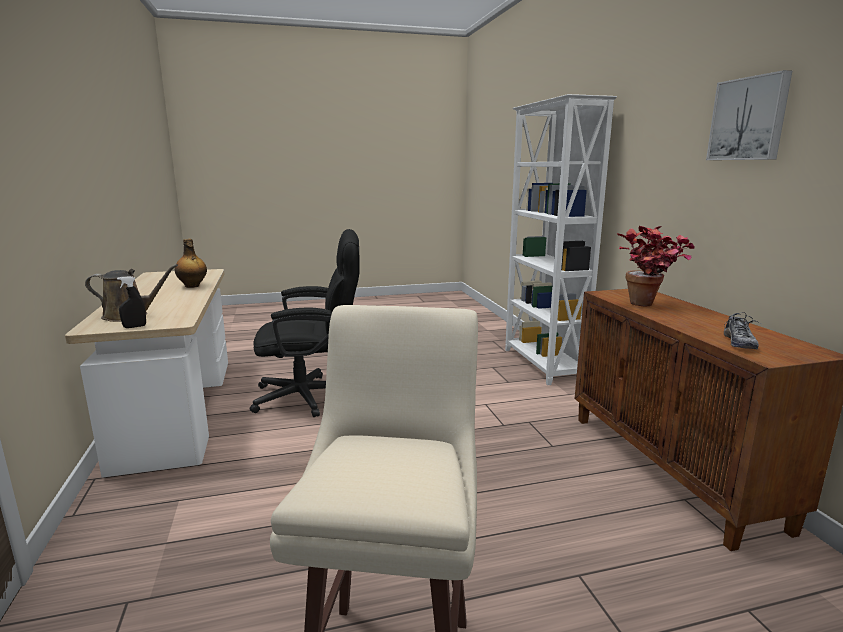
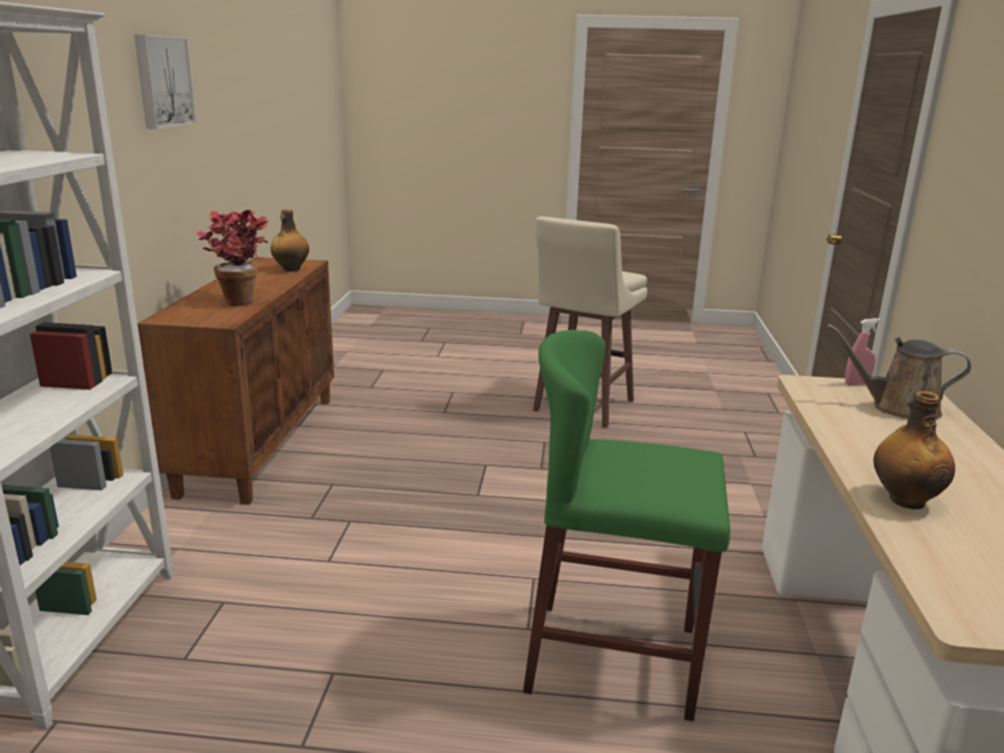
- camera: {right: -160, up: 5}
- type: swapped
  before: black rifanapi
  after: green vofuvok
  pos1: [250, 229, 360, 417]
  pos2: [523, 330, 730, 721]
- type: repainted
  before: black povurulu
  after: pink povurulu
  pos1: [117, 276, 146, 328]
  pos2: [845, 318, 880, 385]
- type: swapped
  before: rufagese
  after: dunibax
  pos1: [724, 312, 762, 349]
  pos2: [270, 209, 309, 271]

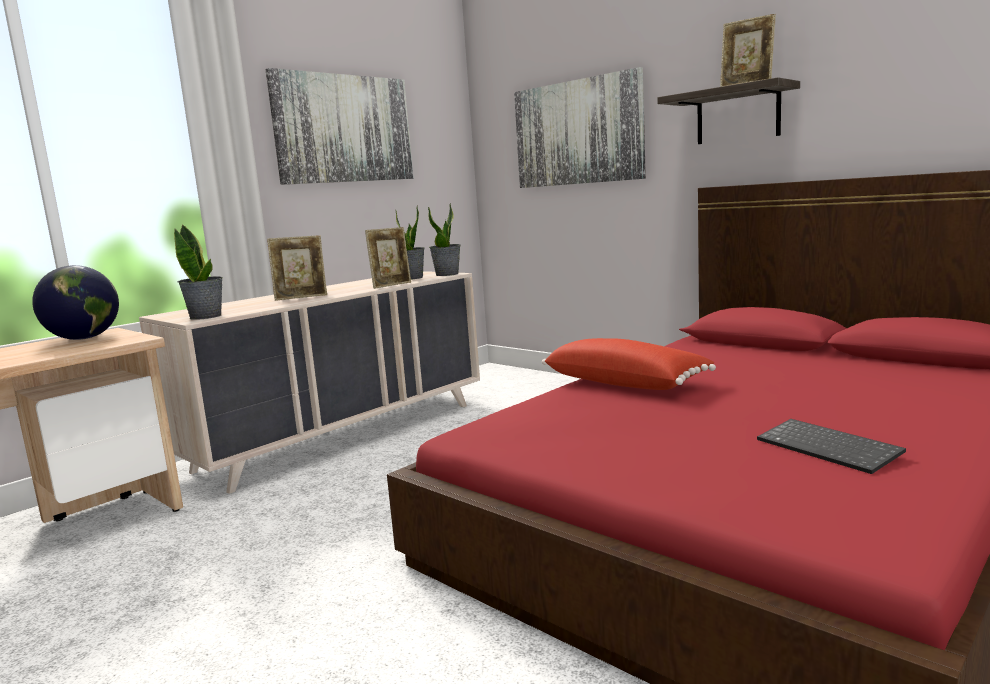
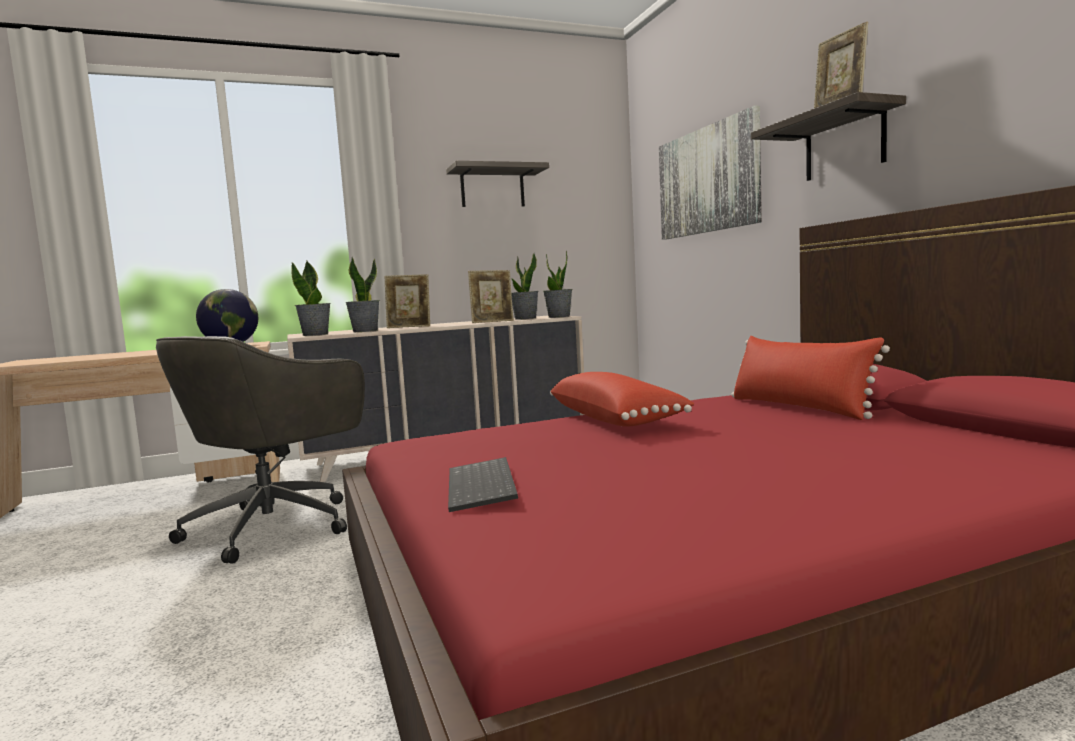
- camera: {right: 25, up: -5}
- type: swapped
  before: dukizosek
  after: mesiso
  pos1: [265, 68, 413, 185]
  pos2: [446, 161, 549, 207]
- type: shifted
  before: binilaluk
  pos1: [757, 419, 906, 474]
  pos2: [448, 457, 518, 512]
- type: new
  after: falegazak
  pos2: [345, 257, 380, 332]
- type: new
  after: grey rifanapi
  pos2: [156, 336, 365, 564]
- type: new
  after: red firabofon
  pos2: [731, 336, 890, 420]

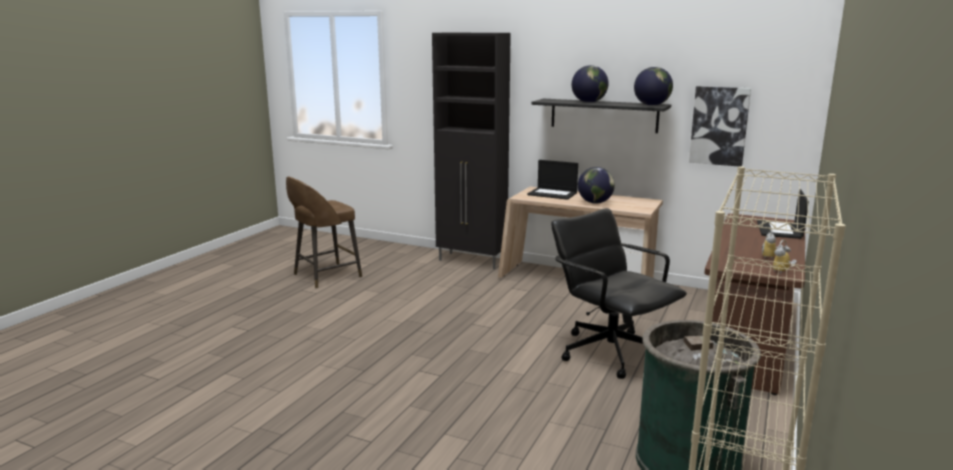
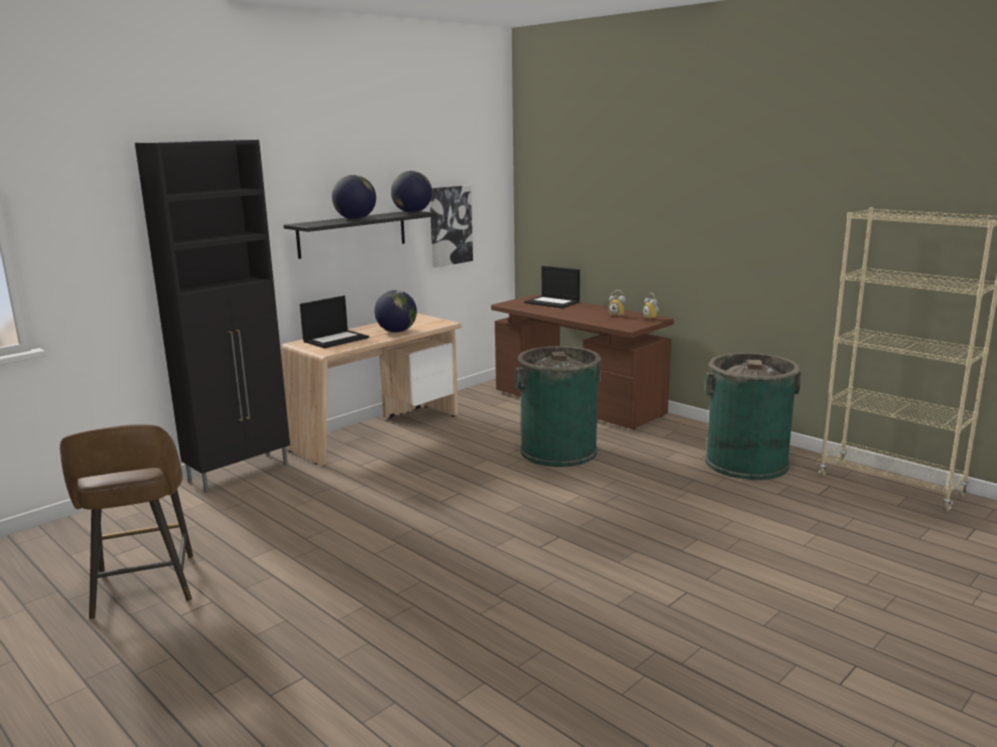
- camera: {right: -70, up: 0}
- type: swapped
  before: black rifanapi
  after: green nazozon
  pos1: [551, 208, 687, 379]
  pos2: [516, 346, 601, 467]

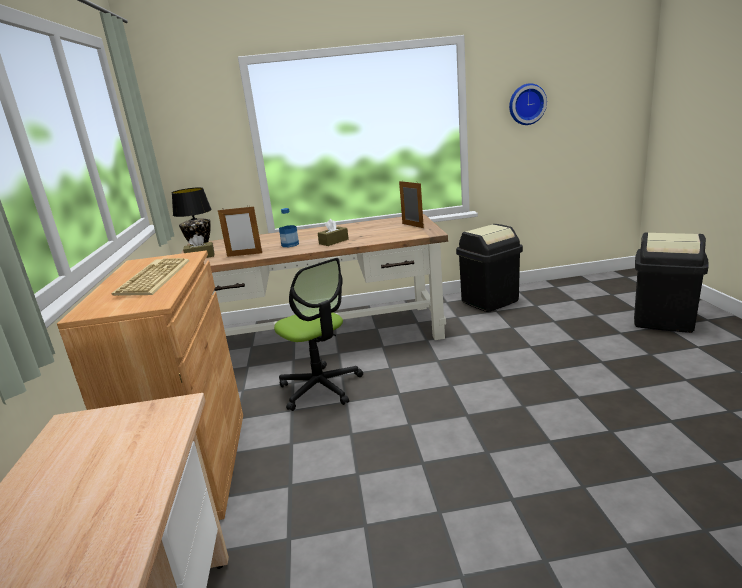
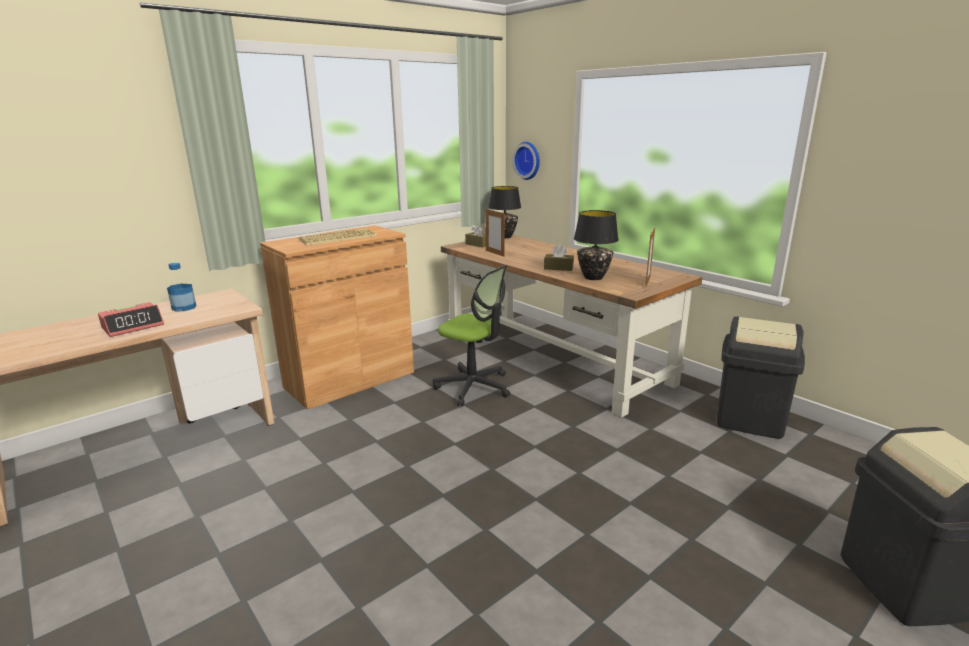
- camera: {right: 55, up: 0}
- type: shifted
  before: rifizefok
  pos1: [509, 83, 547, 125]
  pos2: [512, 142, 540, 180]
- type: shifted
  before: dunibax
  pos1: [279, 208, 299, 247]
  pos2: [167, 263, 197, 312]
- type: rotated
  before: rifanapi
  pos1: [274, 258, 363, 411]
  pos2: [433, 265, 510, 406]
  turn: -75
- type: new
  after: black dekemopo
  pos2: [574, 210, 619, 280]
- type: new
  after: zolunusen
  pos2: [98, 302, 164, 337]

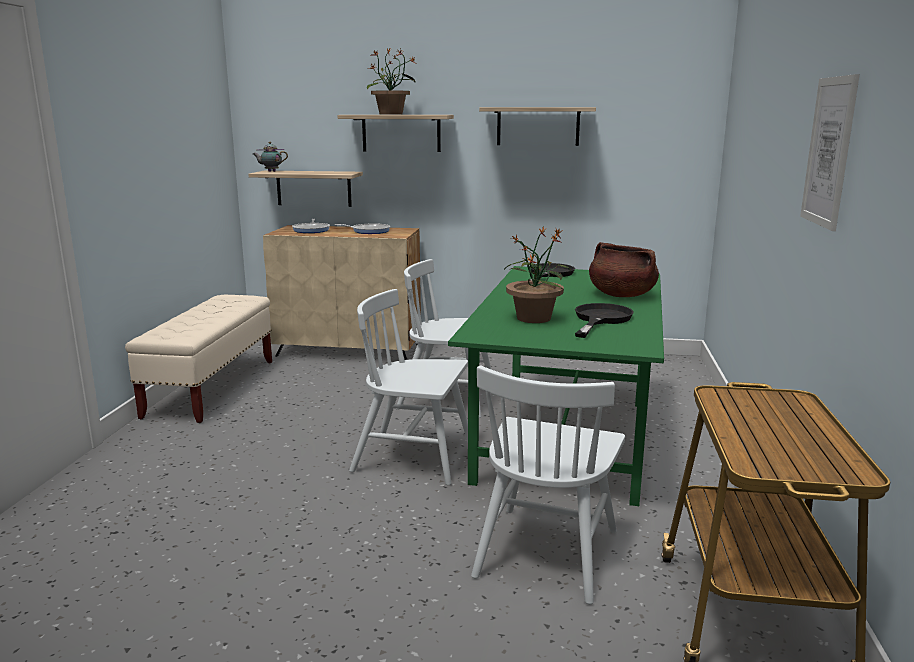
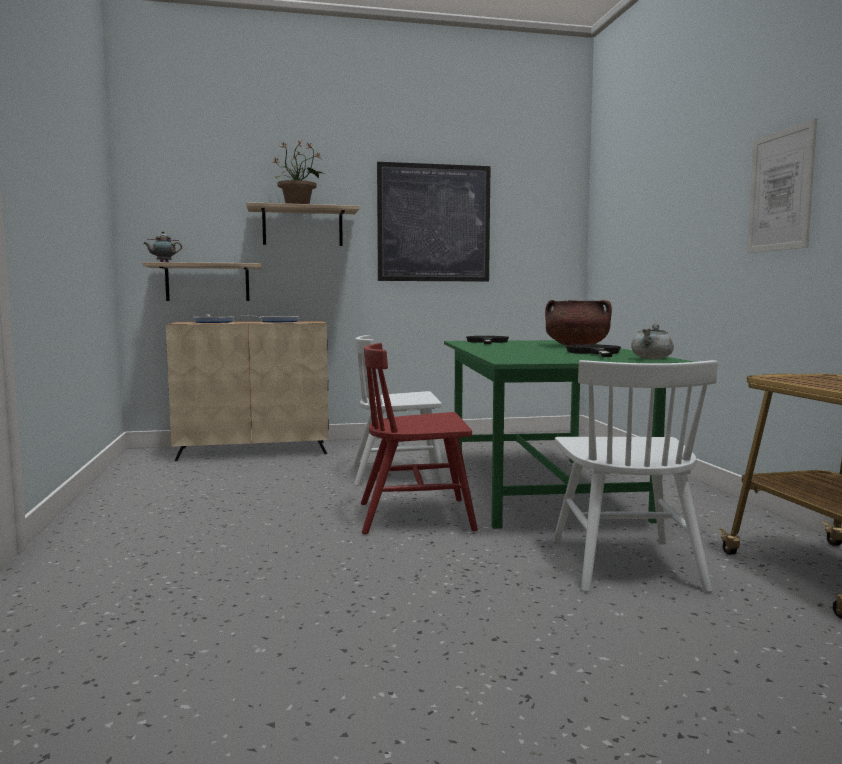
- camera: {right: -20, up: -10}
- type: swapped
  before: mesiso
  after: dukizosek
  pos1: [479, 107, 596, 146]
  pos2: [377, 162, 491, 282]
- type: gone
  before: falegazak
  pos1: [505, 226, 571, 323]
- type: repainted
  before: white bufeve
  after: red bufeve
  pos1: [349, 289, 468, 485]
  pos2: [361, 343, 478, 534]
- type: gone
  before: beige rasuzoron
  pos1: [125, 295, 272, 423]
- type: new
  after: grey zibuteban
  pos2: [631, 323, 674, 359]

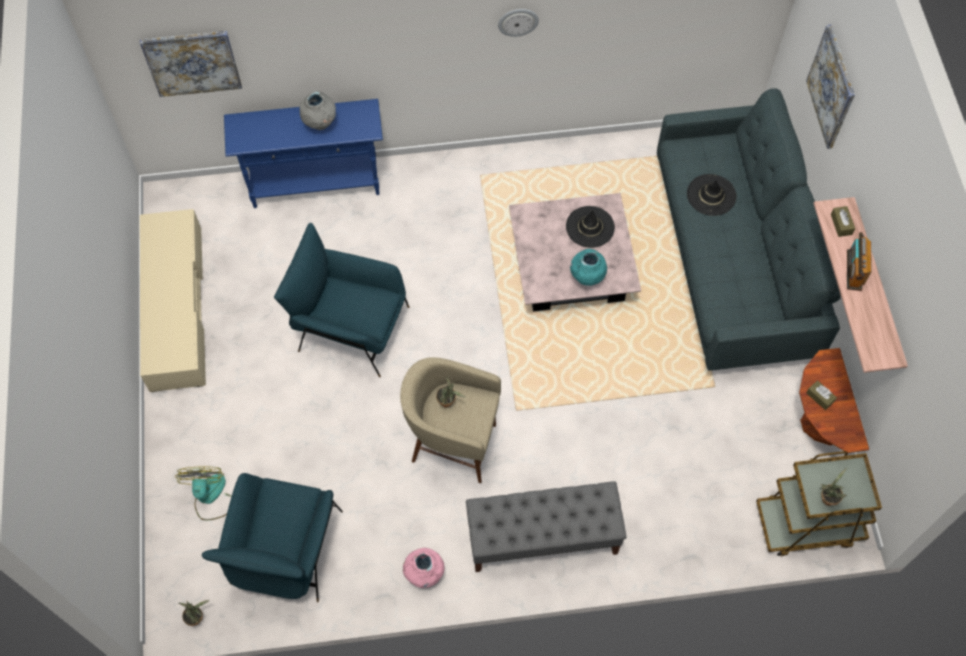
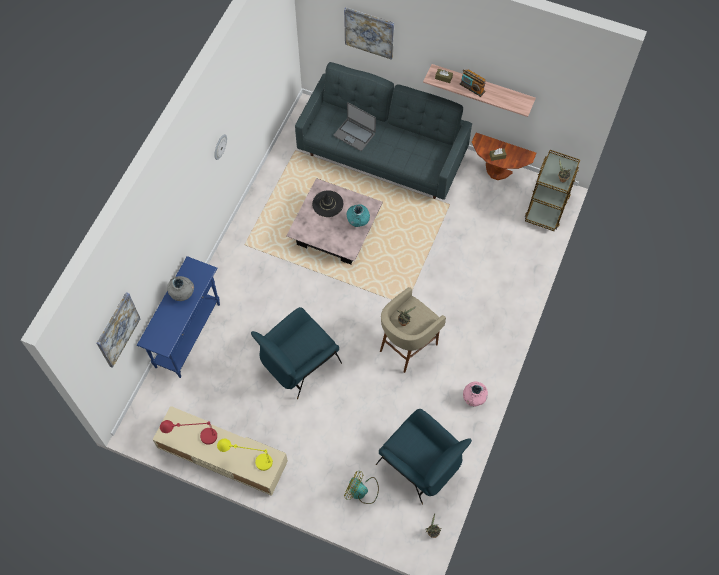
- camera: {right: -60, up: 0}
- type: swapped
  before: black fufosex
  after: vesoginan
  pos1: [687, 174, 737, 216]
  pos2: [334, 102, 376, 151]
- type: gone
  before: grey rasuzoron
  pos1: [466, 481, 627, 572]
- type: new
  after: red dekemopo
  pos2: [160, 420, 217, 445]
- type: new
  after: yellow dekemopo
  pos2: [217, 439, 273, 471]

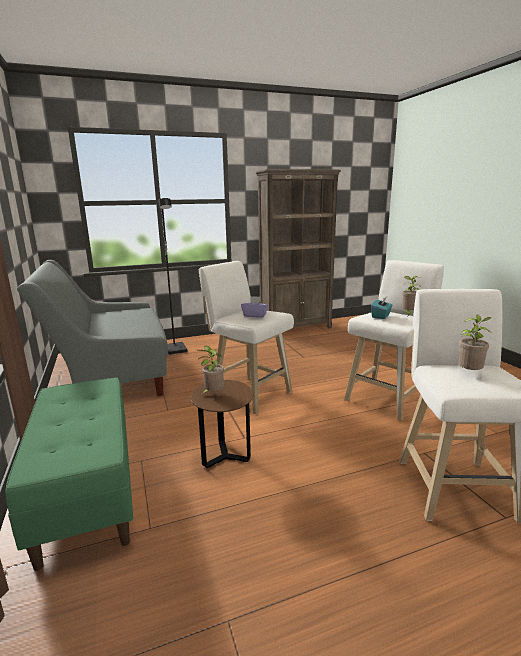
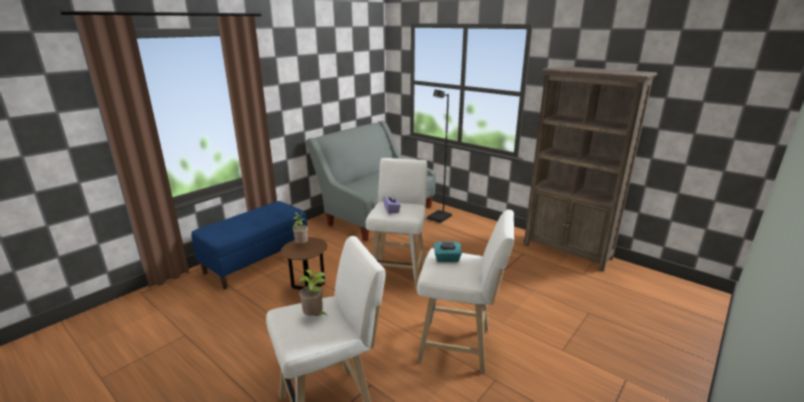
- camera: {right: 60, up: 5}
- type: gone
  before: falegazak
  pos1: [402, 276, 421, 316]
- type: repainted
  before: green rasuzoron
  after: blue rasuzoron
  pos1: [5, 377, 133, 571]
  pos2: [191, 201, 307, 289]

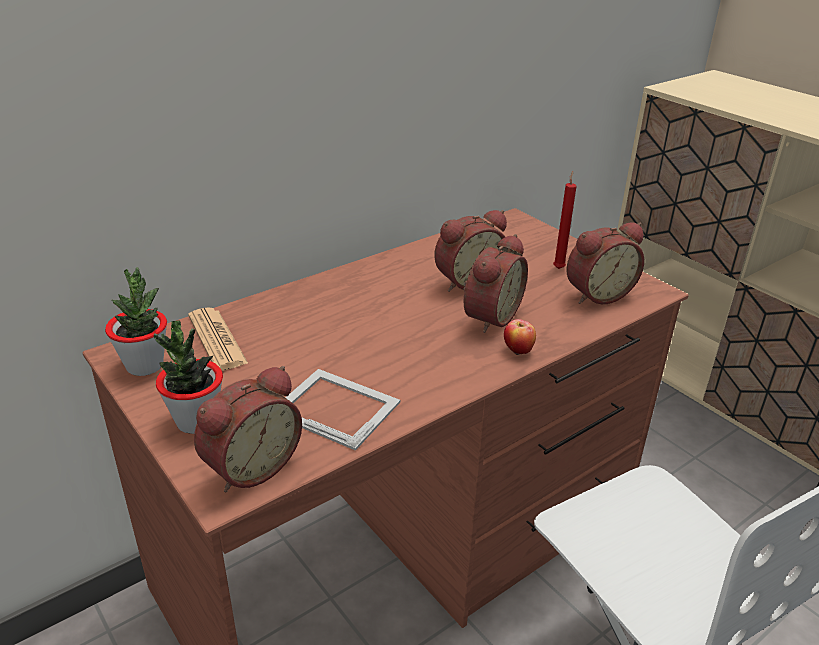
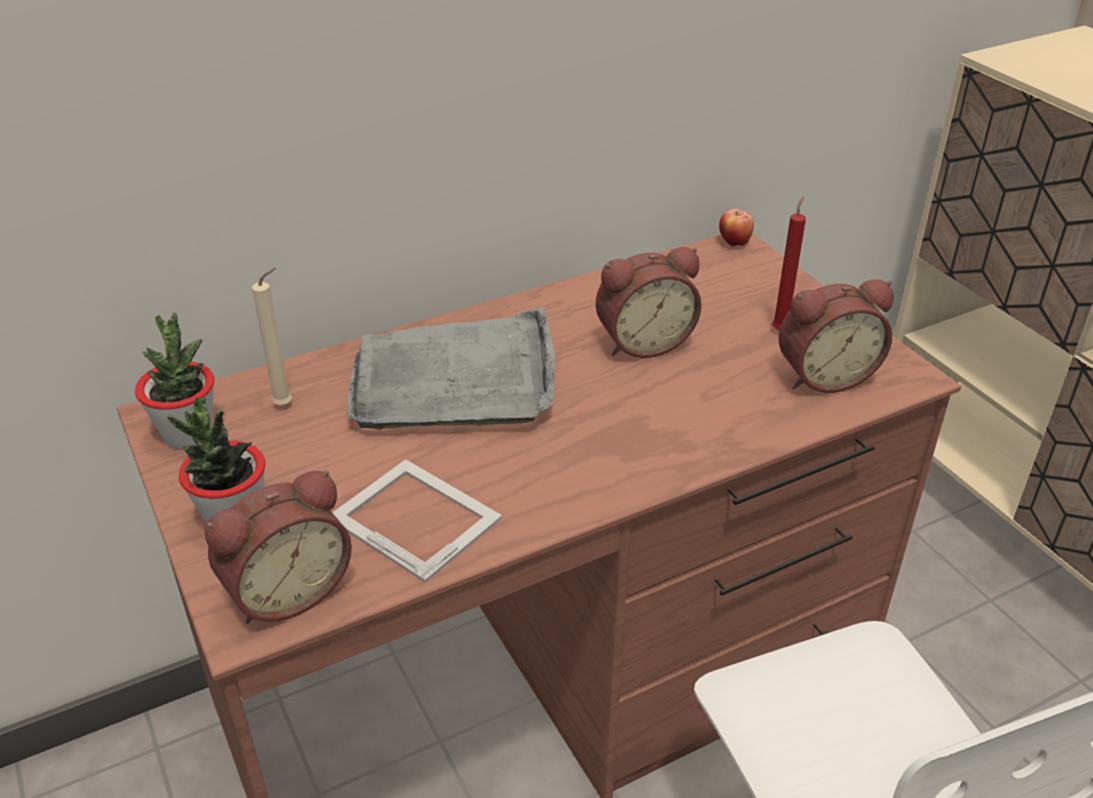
- camera: {right: 10, up: 5}
- type: gone
  before: zolunusen
  pos1: [464, 234, 528, 333]
- type: swapped
  before: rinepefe
  after: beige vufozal
  pos1: [188, 307, 249, 371]
  pos2: [252, 268, 292, 406]
- type: shifted
  before: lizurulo
  pos1: [504, 319, 536, 355]
  pos2: [719, 208, 754, 247]
- type: new
  after: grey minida
  pos2: [347, 306, 555, 429]

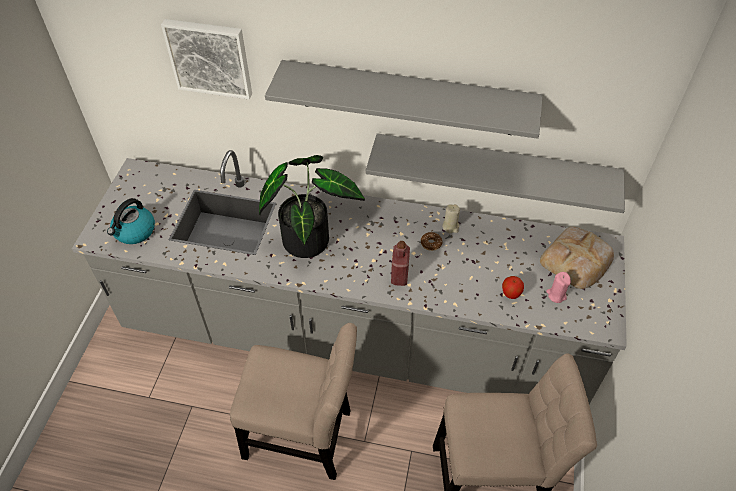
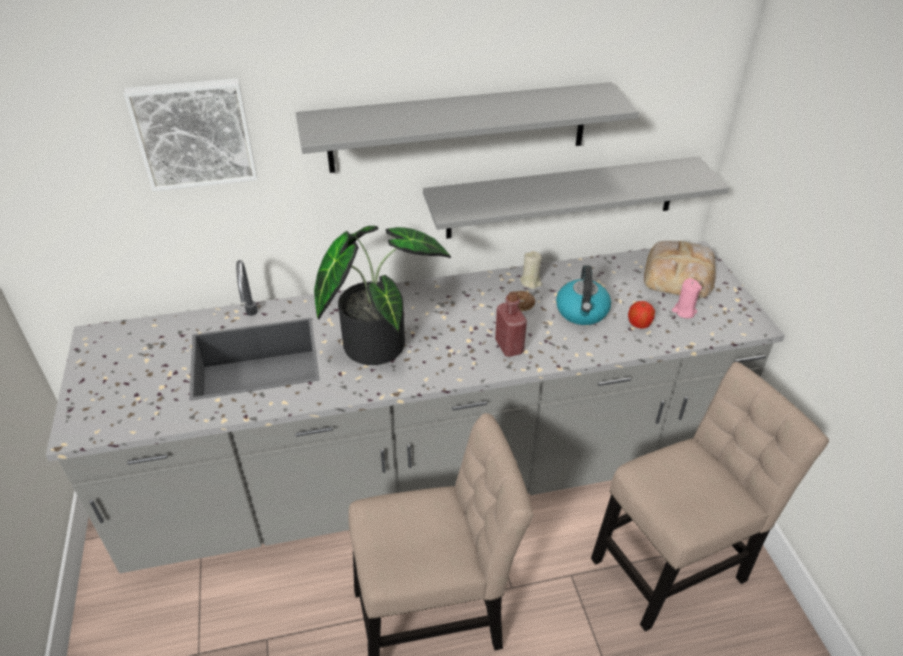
- camera: {right: -25, up: -10}
- type: shifted
  before: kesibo
  pos1: [107, 198, 155, 244]
  pos2: [556, 265, 611, 325]

